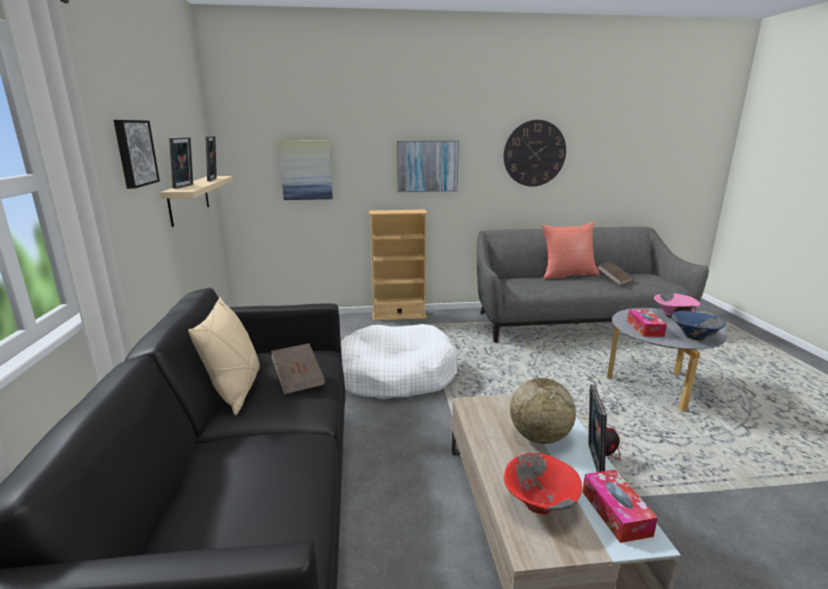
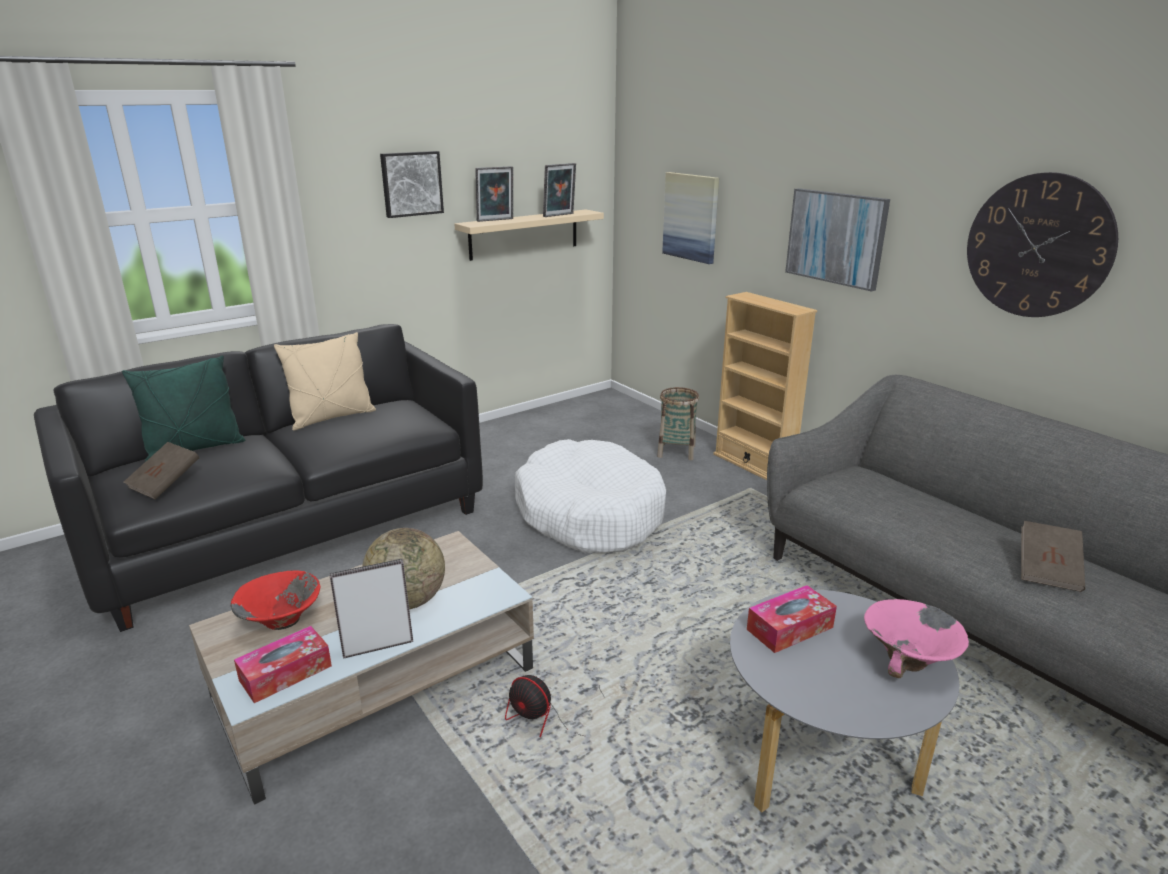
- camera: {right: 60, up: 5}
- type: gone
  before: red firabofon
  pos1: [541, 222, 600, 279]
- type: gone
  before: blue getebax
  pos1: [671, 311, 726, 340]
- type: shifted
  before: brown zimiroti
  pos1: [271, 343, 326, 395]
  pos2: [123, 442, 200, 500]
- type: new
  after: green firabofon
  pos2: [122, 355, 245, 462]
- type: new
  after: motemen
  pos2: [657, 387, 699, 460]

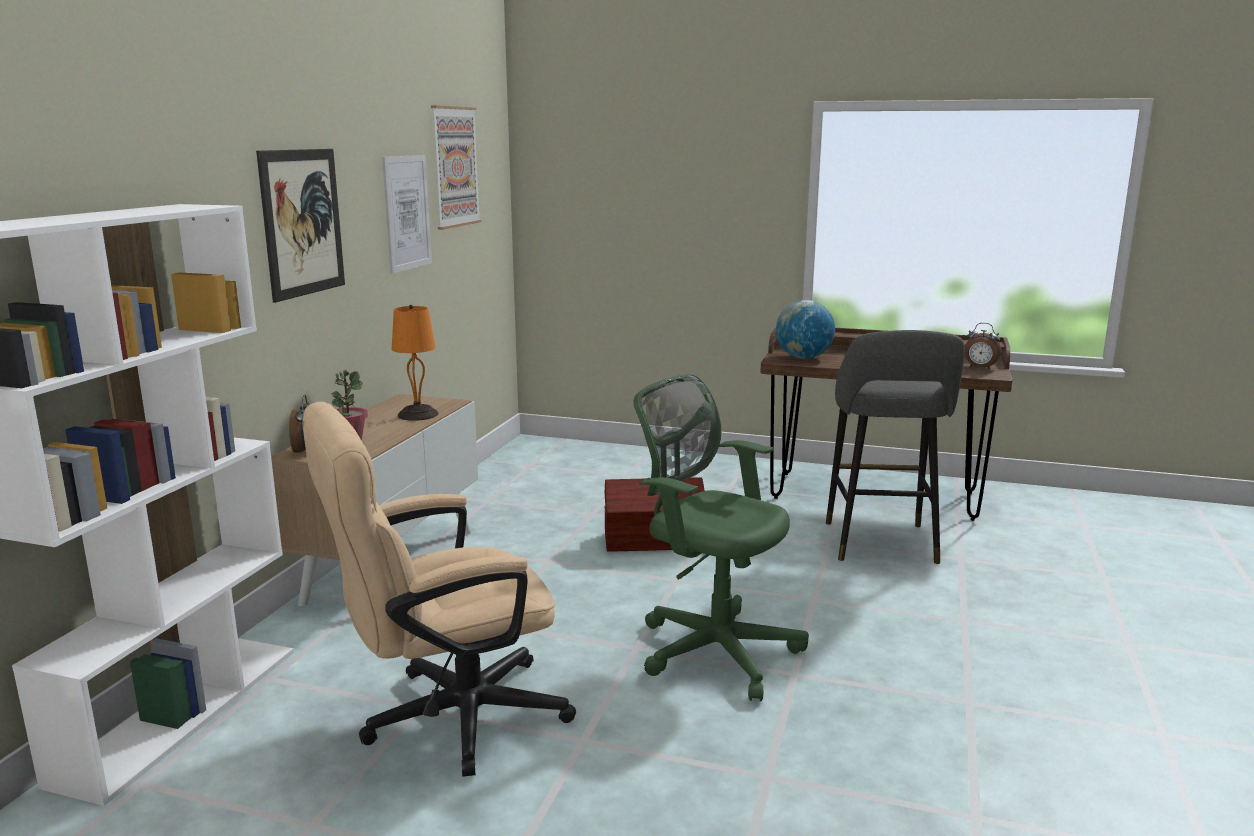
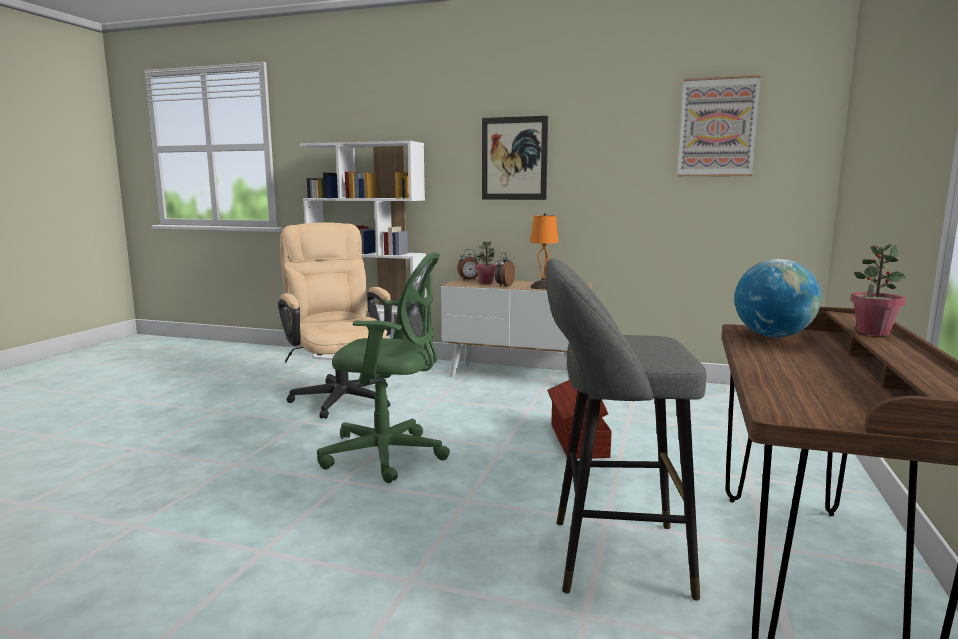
- camera: {right: 90, up: -5}
- type: gone
  before: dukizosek
  pos1: [382, 155, 432, 273]
- type: shifted
  before: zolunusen
  pos1: [965, 323, 1001, 370]
  pos2: [495, 252, 515, 287]
- type: rotated
  before: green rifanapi
  pos1: [634, 374, 809, 701]
  pos2: [317, 252, 450, 483]
  turn: 60
- type: new
  after: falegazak
  pos2: [850, 244, 906, 336]

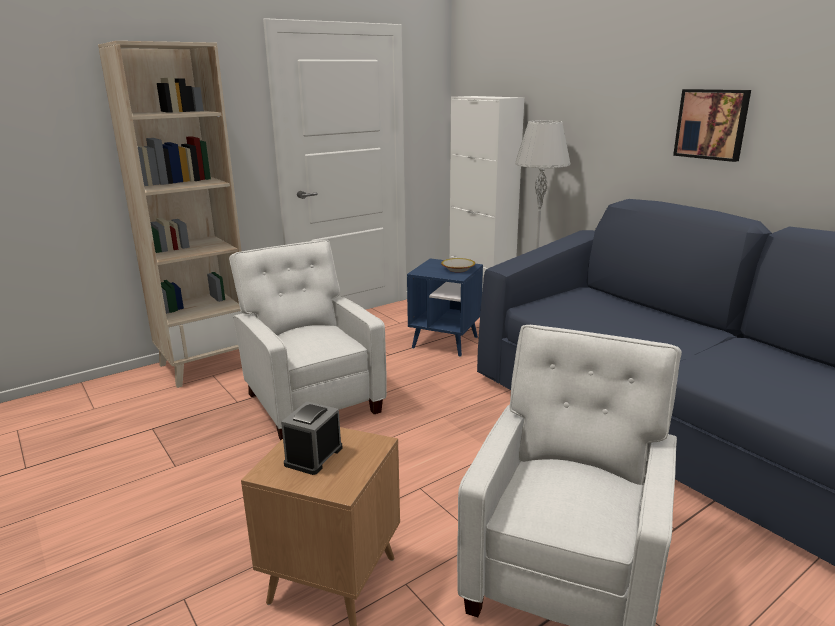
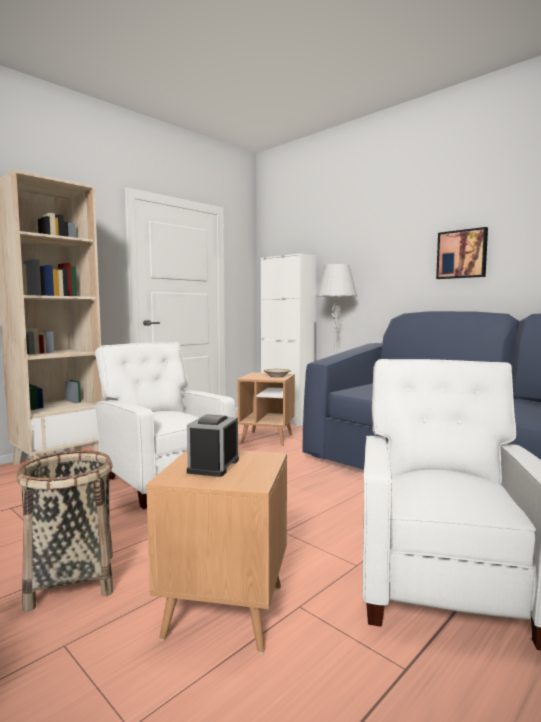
- camera: {right: -10, up: -15}
- type: repainted
  before: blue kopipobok
  after: brown kopipobok
  pos1: [407, 259, 483, 357]
  pos2: [238, 373, 295, 447]
- type: new
  after: motemen
  pos2: [17, 450, 113, 612]

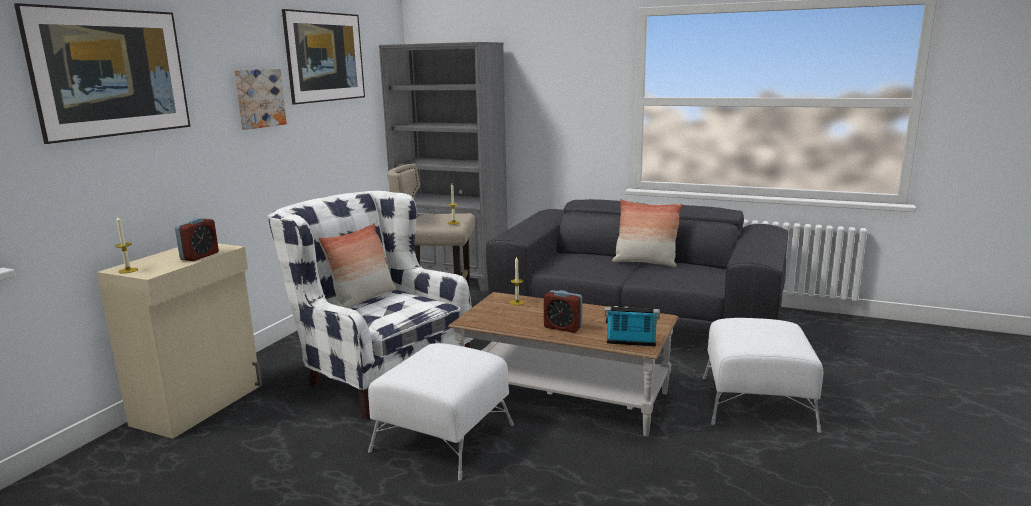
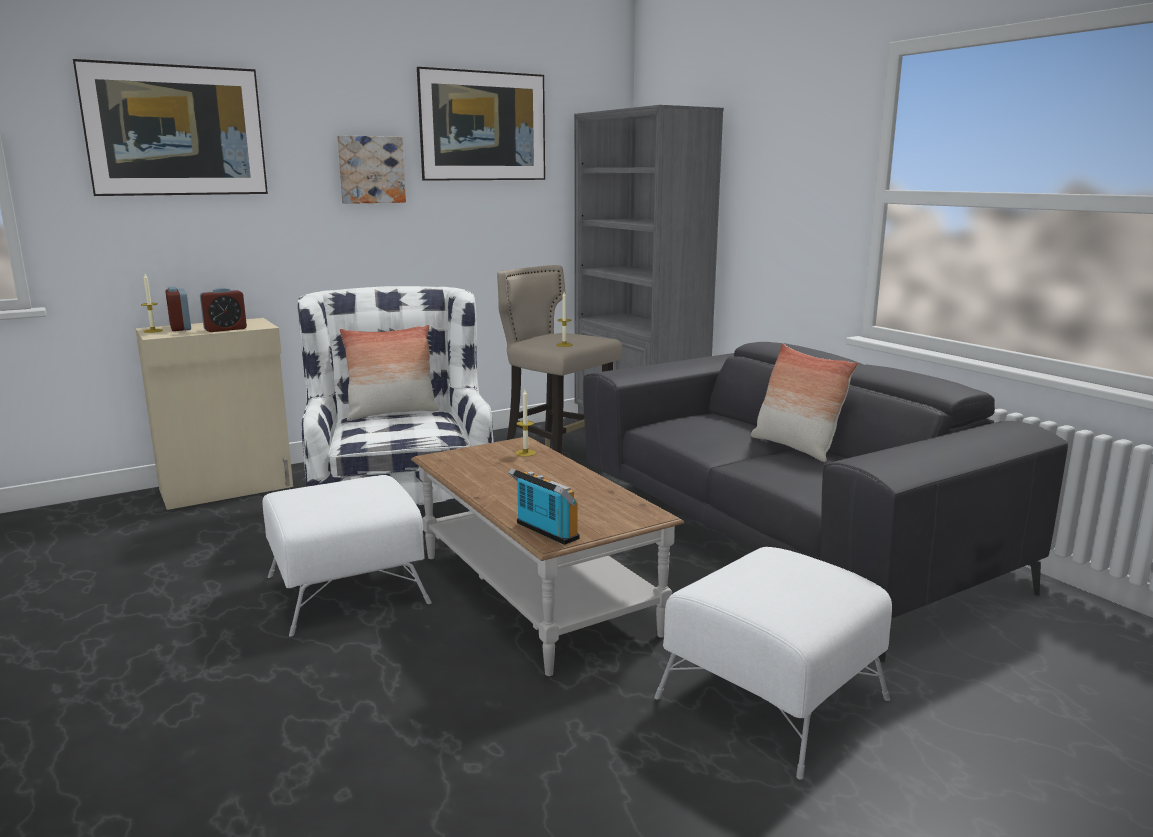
- camera: {right: 35, up: 0}
- type: shifted
  before: zolunusen
  pos1: [544, 290, 582, 333]
  pos2: [165, 286, 191, 331]

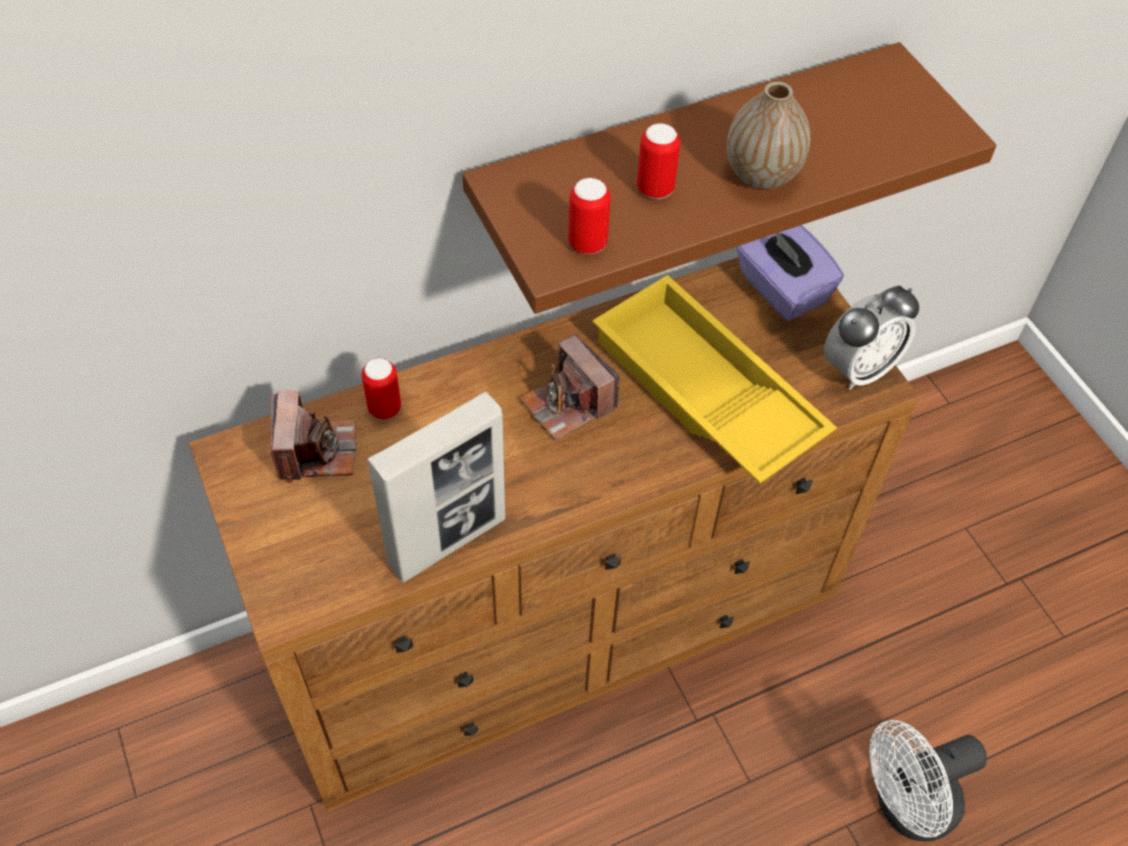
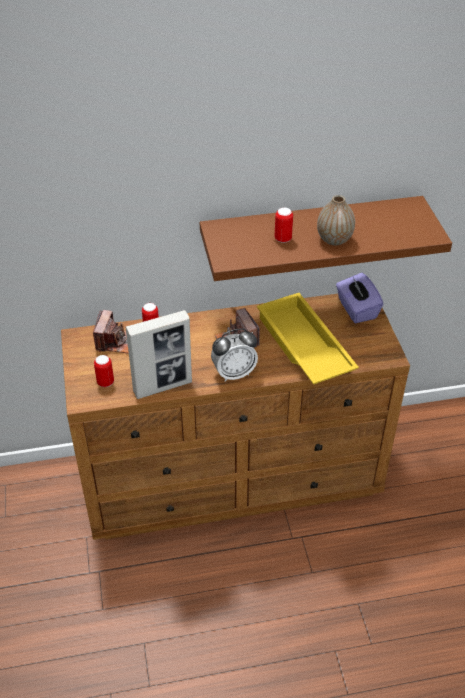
- camera: {right: 15, up: -10}
- type: shifted
  before: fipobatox
  pos1: [568, 178, 611, 254]
  pos2: [94, 355, 114, 387]
- type: shifted
  before: zolunusen
  pos1: [824, 286, 919, 390]
  pos2: [211, 328, 258, 382]
- type: gone
  before: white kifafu
  pos1: [869, 720, 987, 842]

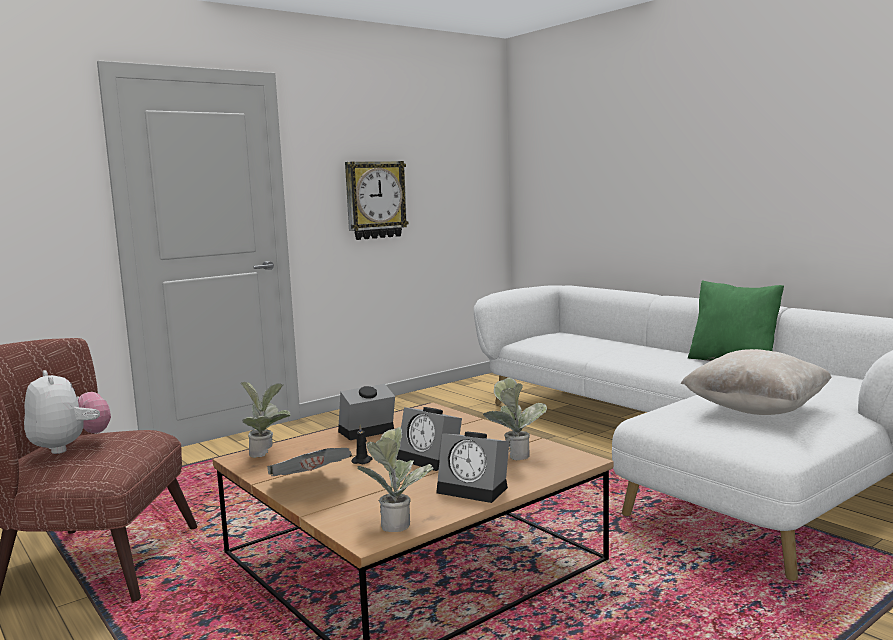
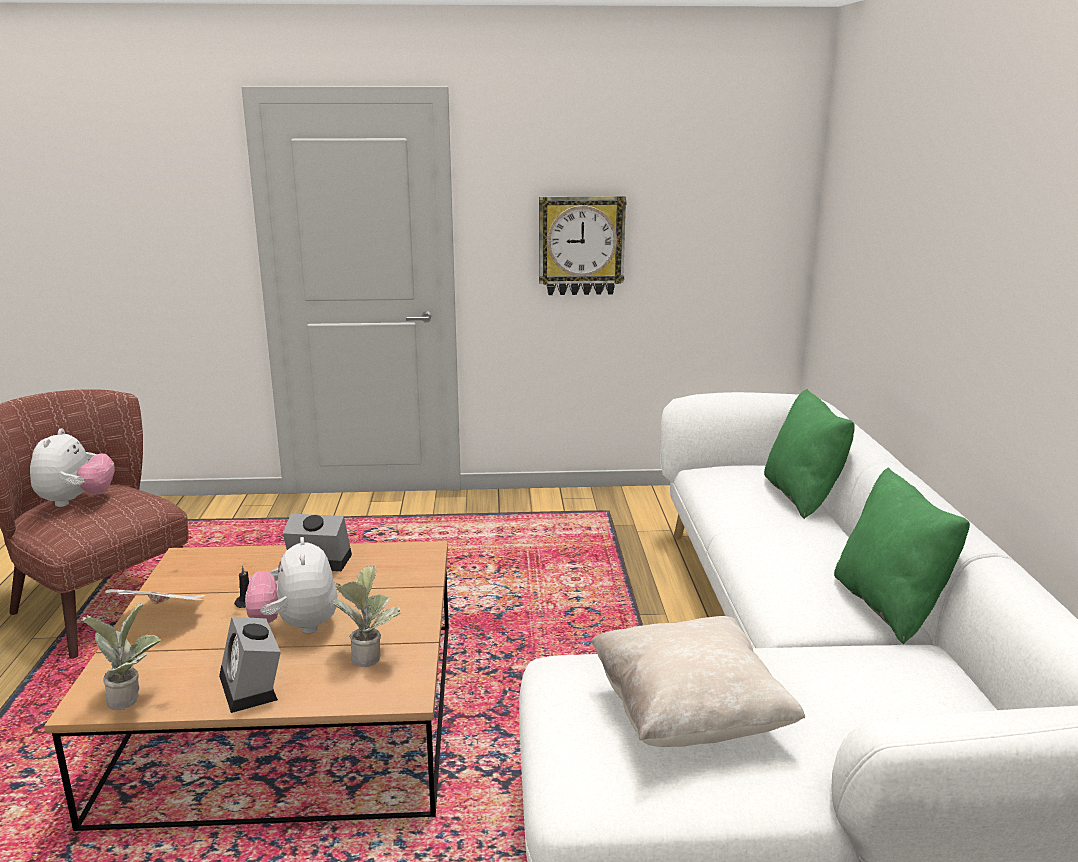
- camera: {right: 35, up: 10}
- type: gone
  before: falegazak
  pos1: [241, 382, 291, 458]
- type: swapped
  before: zolunusen
  after: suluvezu
  pos1: [396, 407, 462, 471]
  pos2: [245, 537, 338, 634]
- type: new
  after: green firabofon
  pos2: [764, 389, 855, 519]

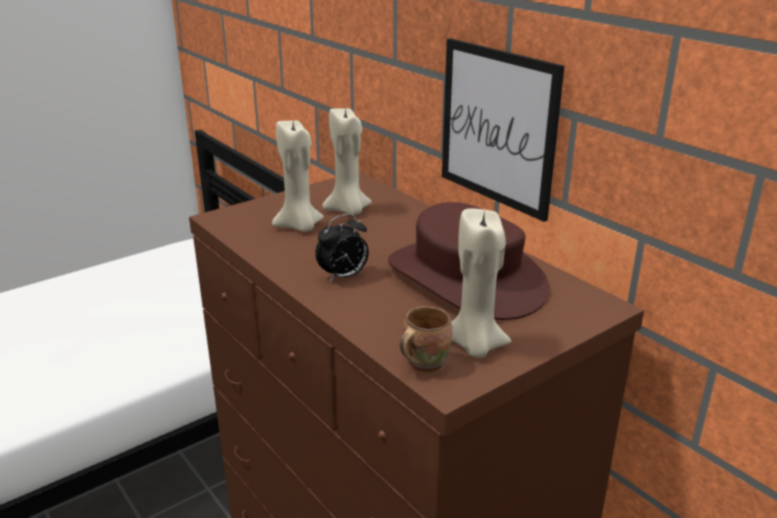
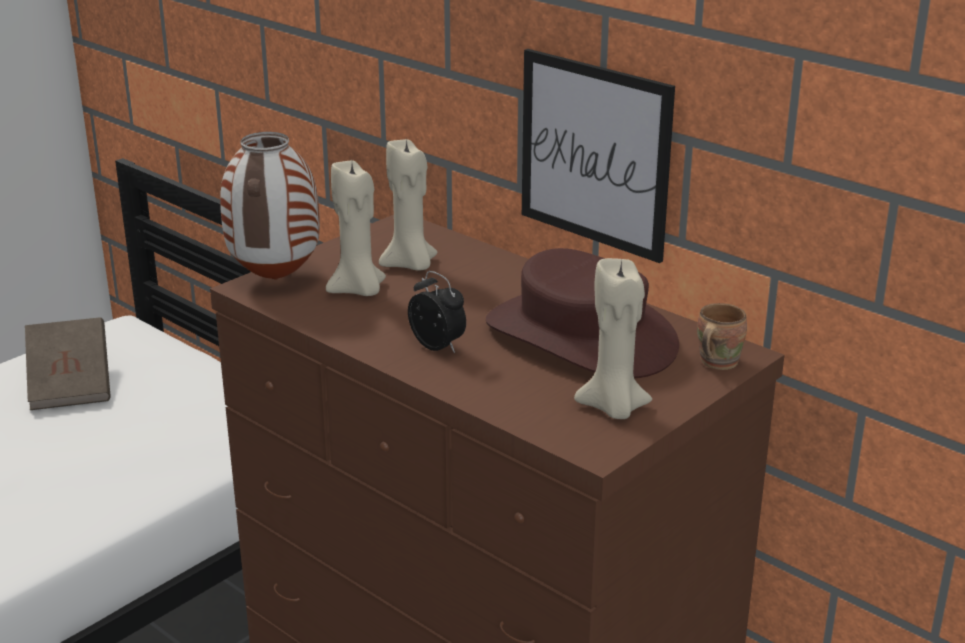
- camera: {right: -10, up: 0}
- type: rotated
  before: zolunusen
  pos1: [315, 213, 369, 283]
  pos2: [408, 271, 466, 353]
  turn: -90
- type: shifted
  before: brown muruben
  pos1: [400, 306, 453, 375]
  pos2: [697, 303, 747, 370]
- type: new
  after: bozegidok
  pos2: [220, 132, 320, 280]
- type: new
  after: brown zimiroti
  pos2: [25, 317, 111, 410]

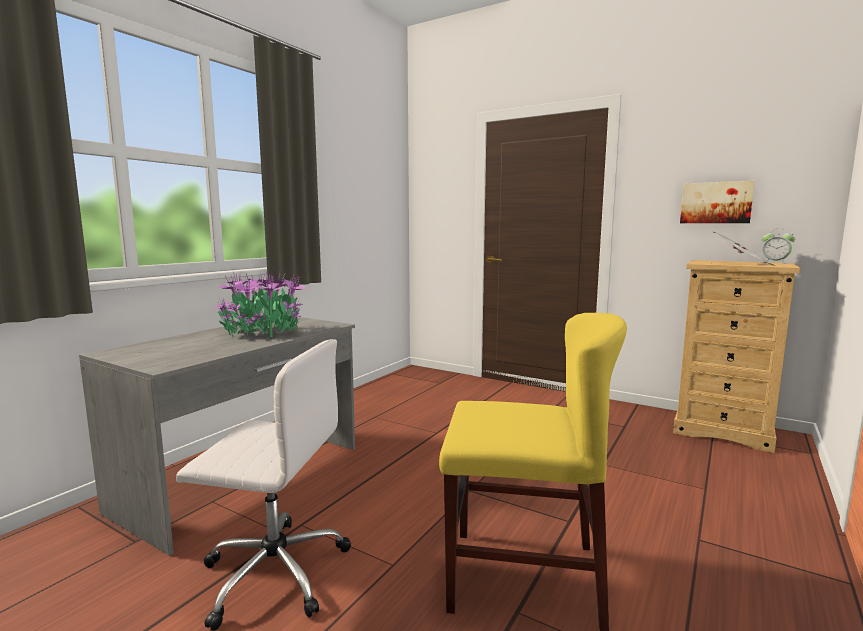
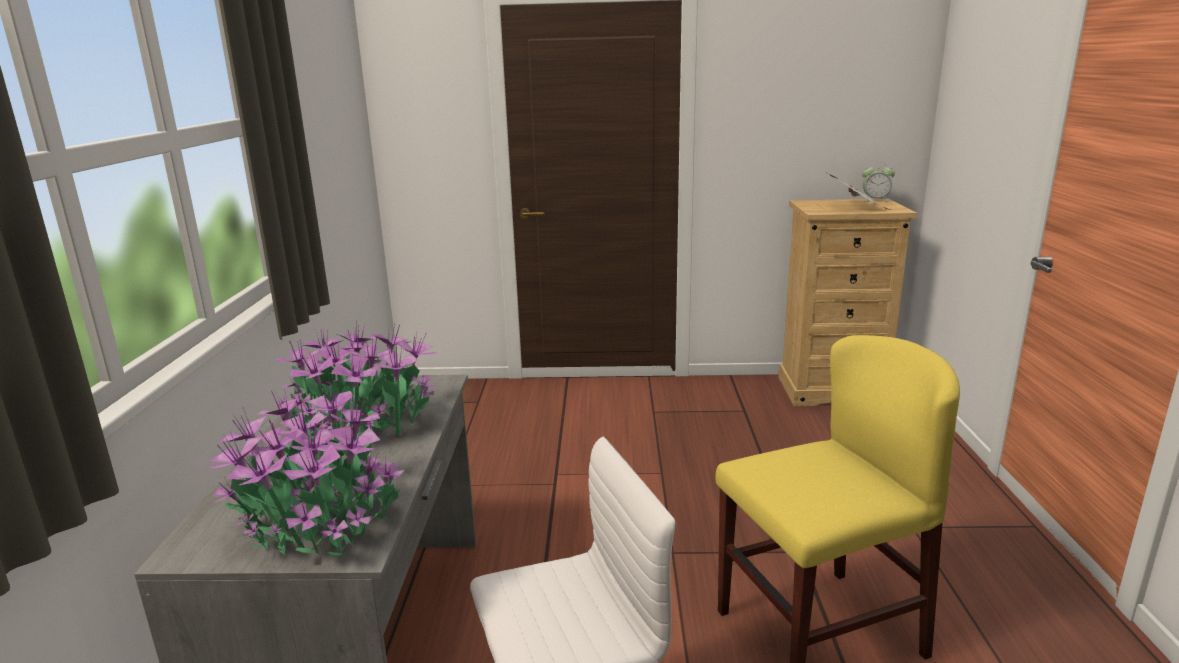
- camera: {right: -30, up: 10}
- type: gone
  before: dukizosek
  pos1: [680, 181, 755, 223]
- type: new
  after: falegazak
  pos2: [209, 380, 404, 557]

